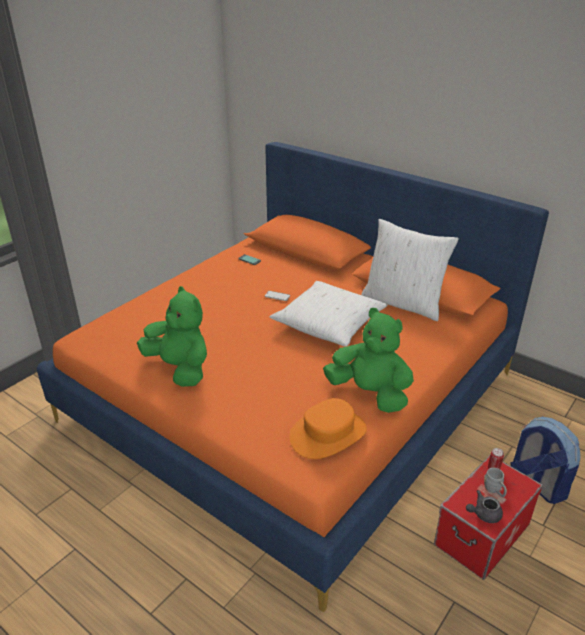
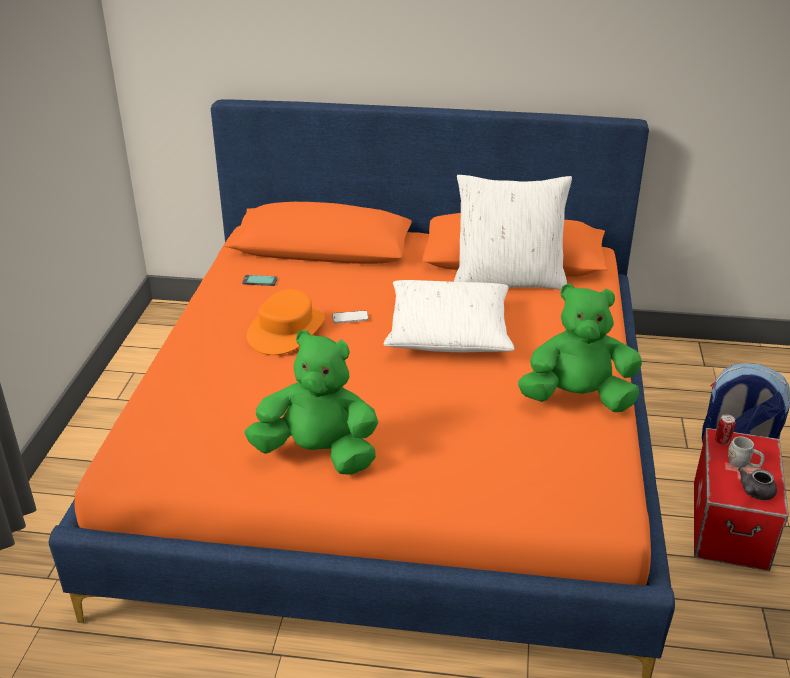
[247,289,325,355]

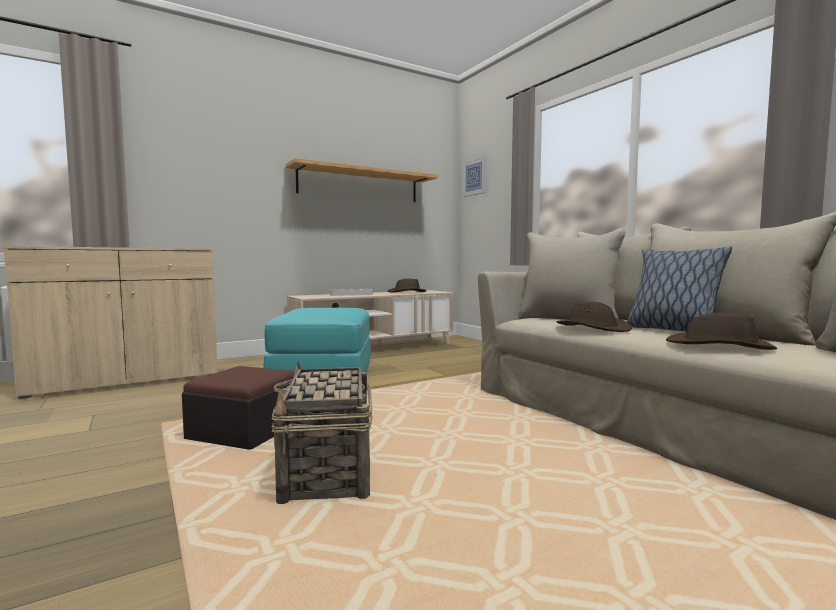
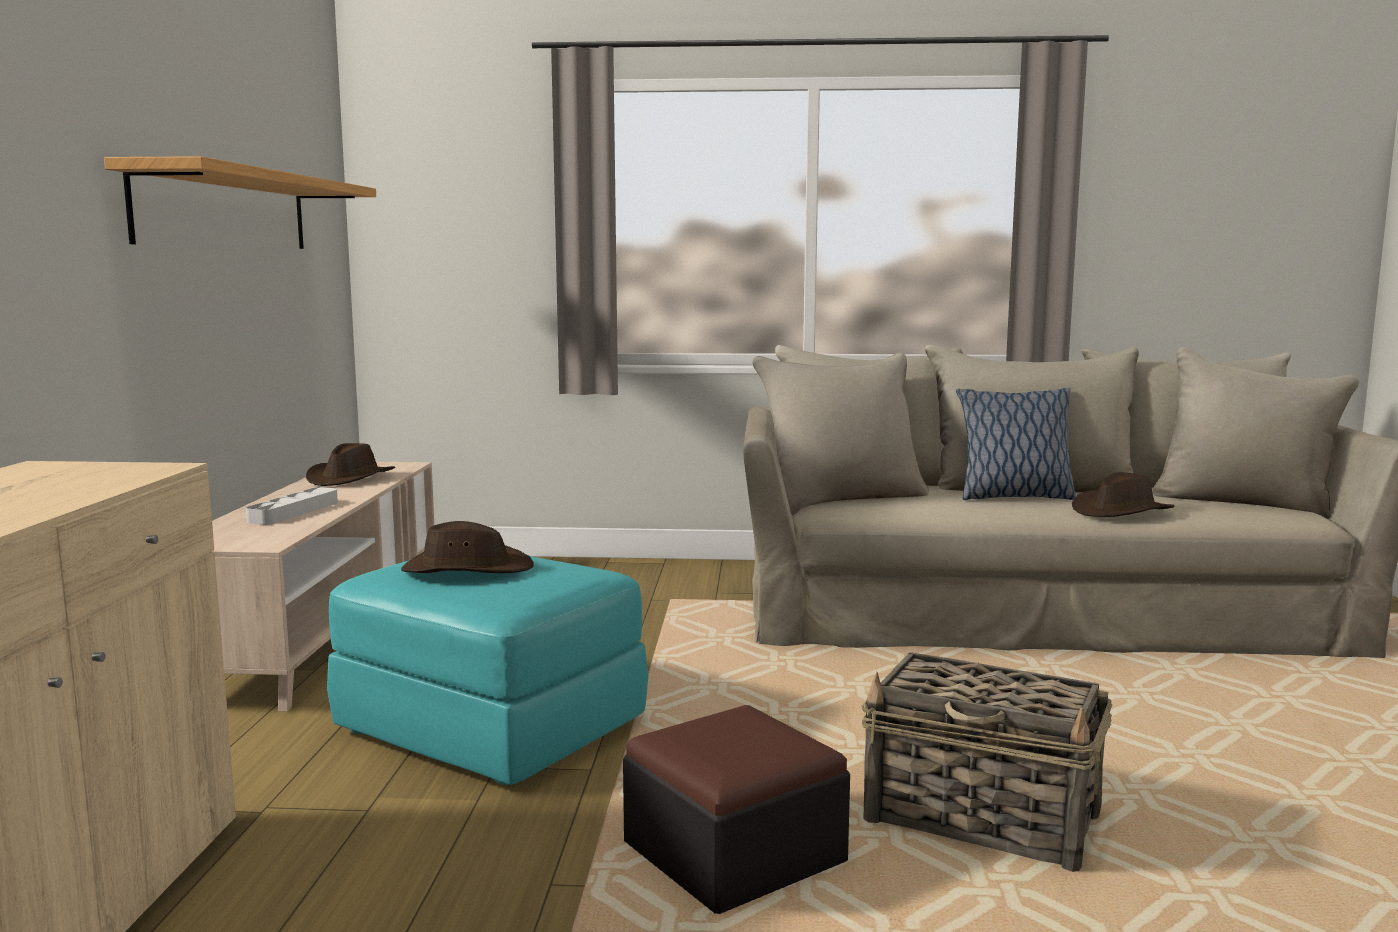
[462,156,486,197] (first image)
[401,521,534,573]

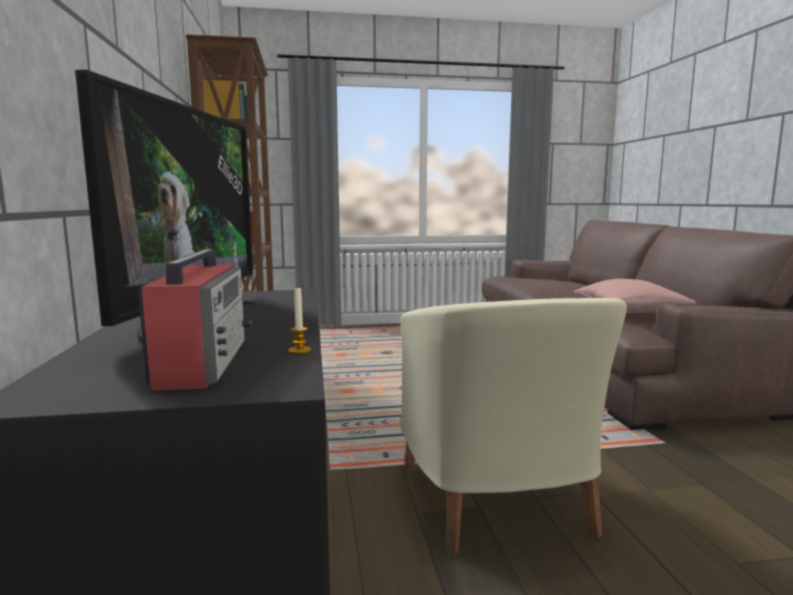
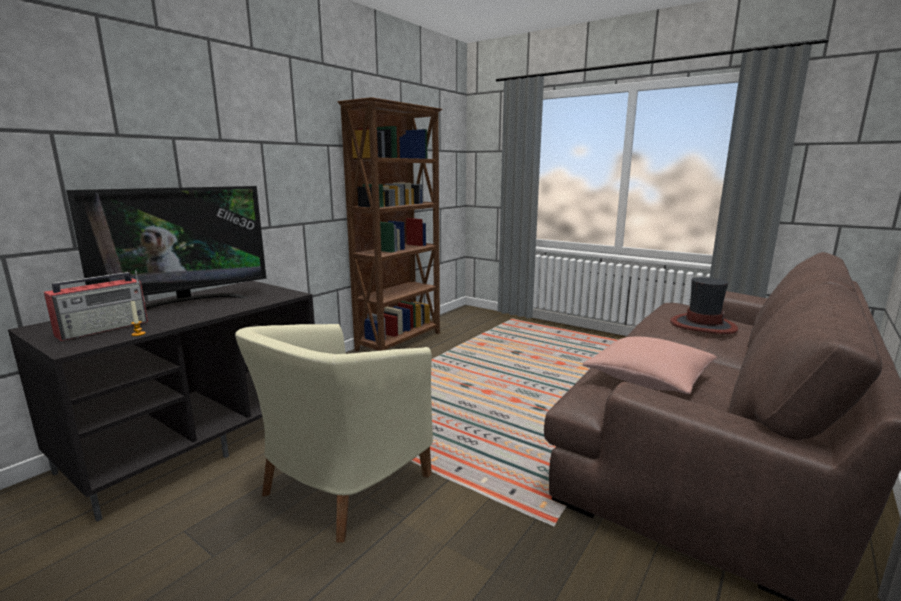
[670,277,738,334]

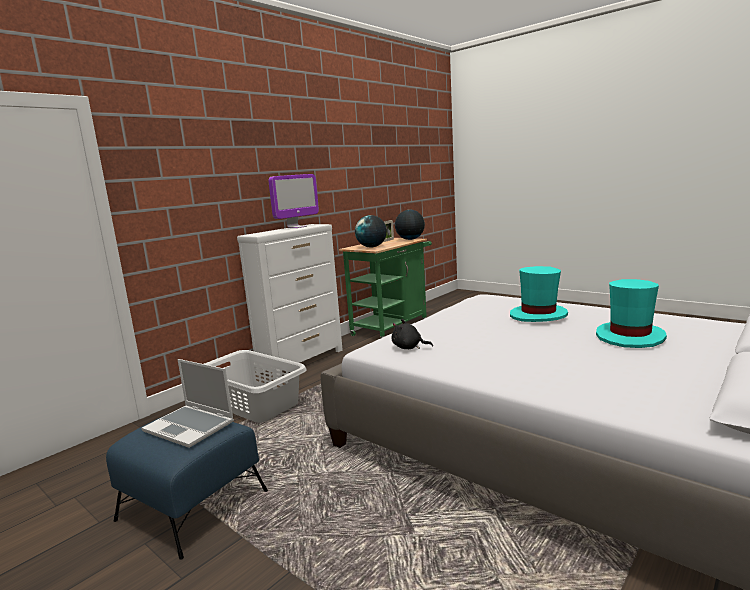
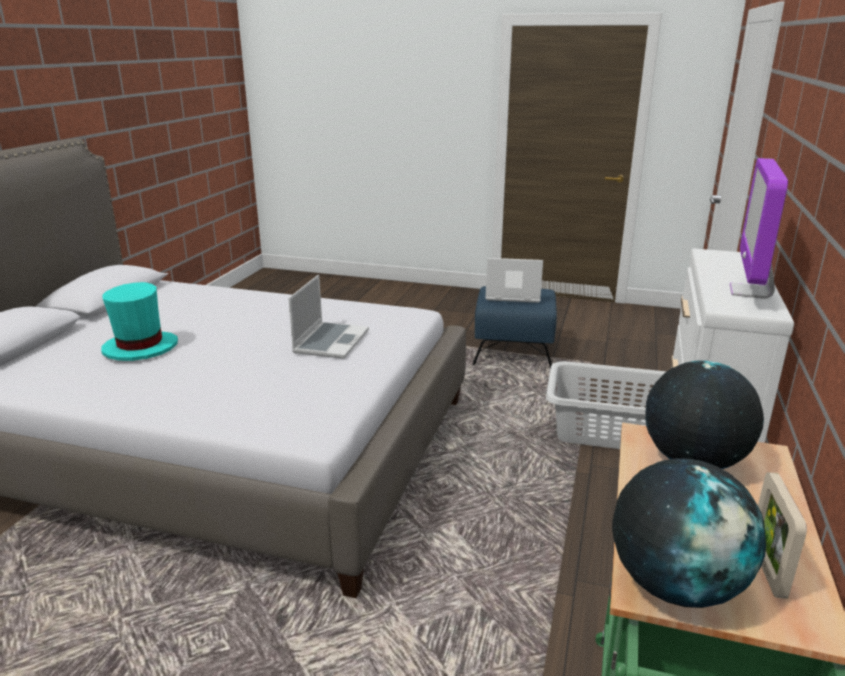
[510,266,568,322] (first image)
[392,319,433,349] (first image)
[288,274,369,359]

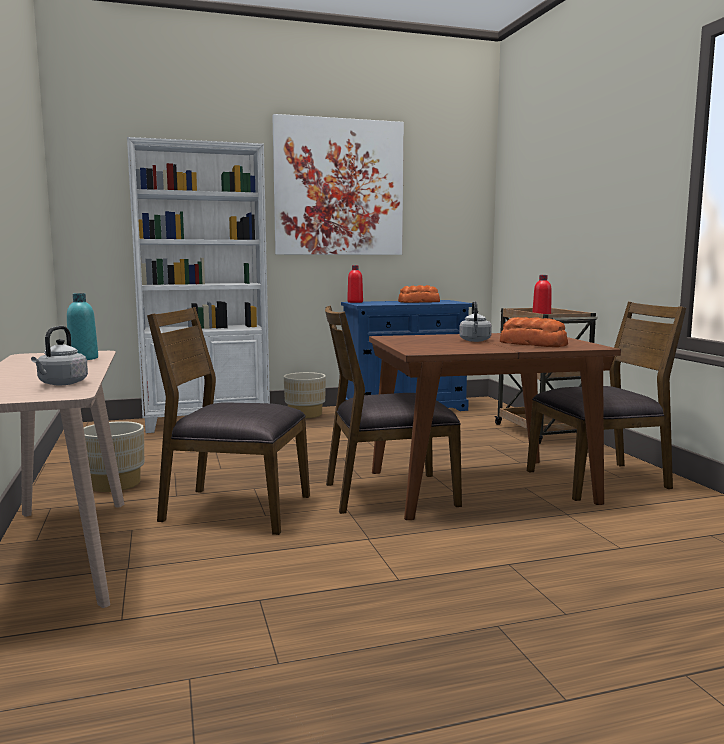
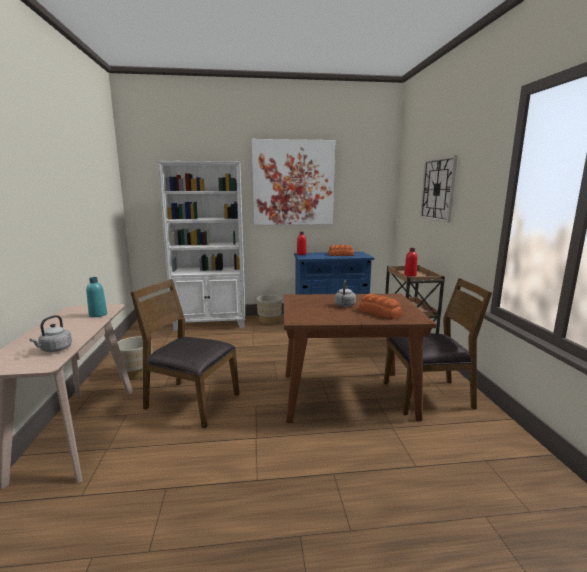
[325,306,462,514] (first image)
[420,155,457,223]

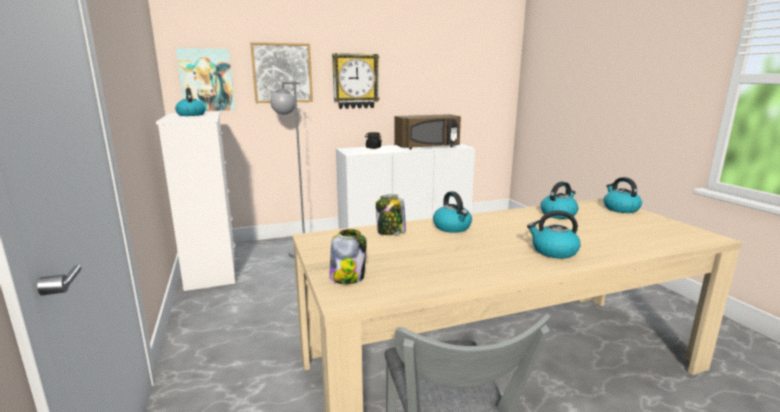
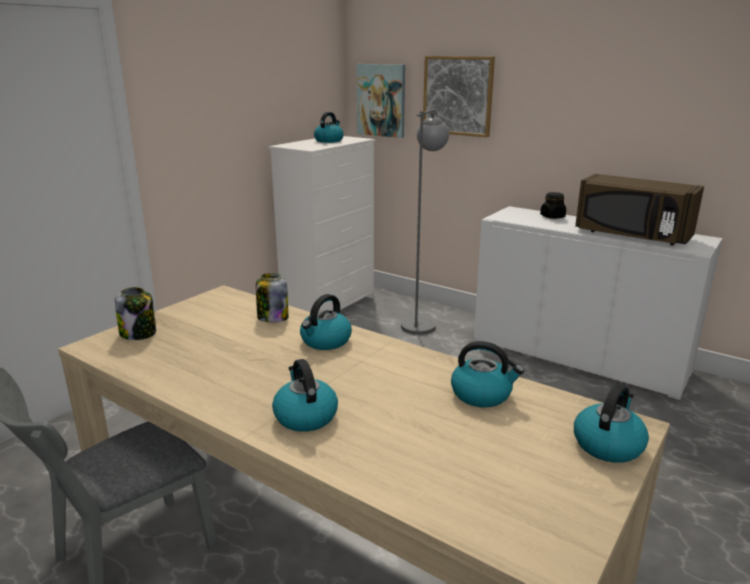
[332,53,379,109] (first image)

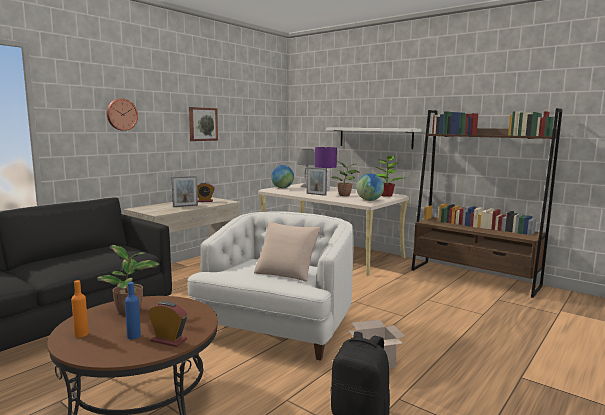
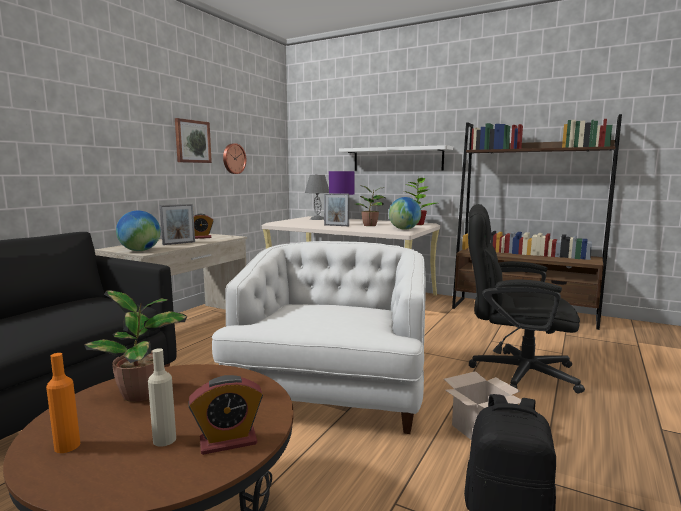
[223,143,246,174]
[116,210,161,251]
[254,222,320,282] (first image)
[148,348,176,447]
[188,375,263,455]
[468,204,585,394]

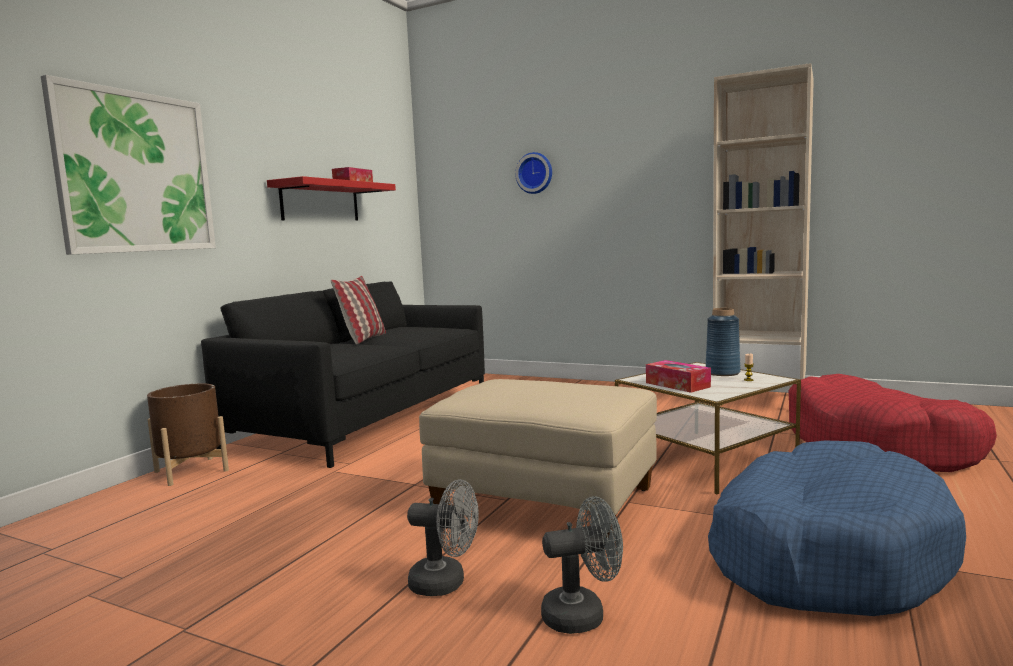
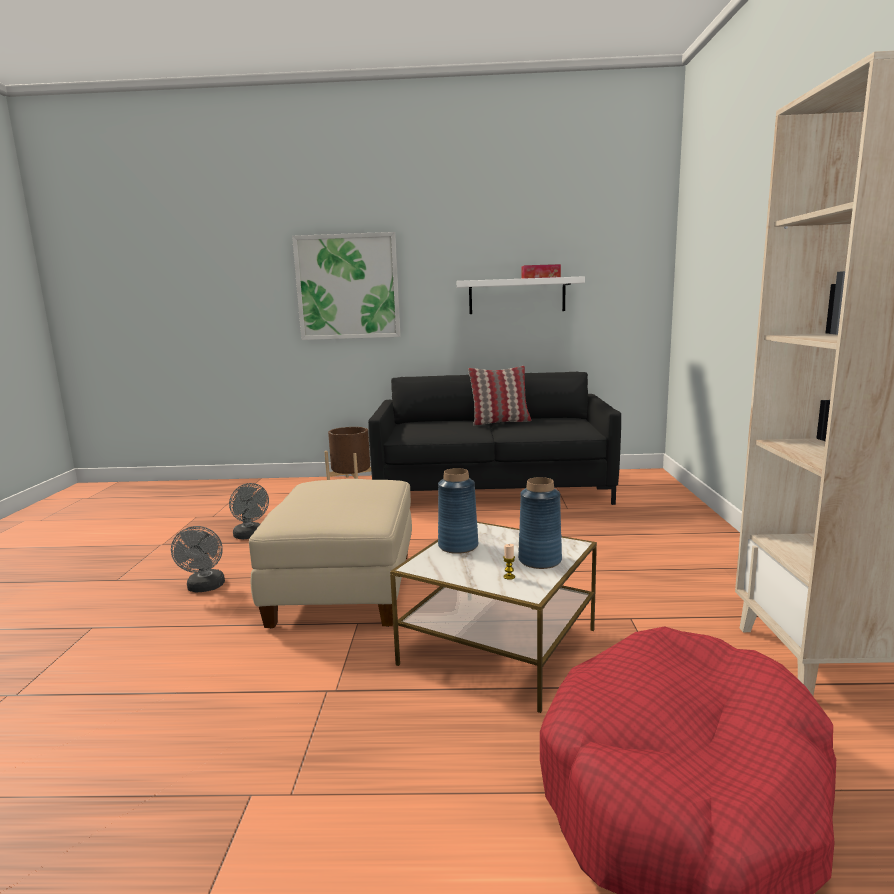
[515,152,552,194] (first image)
[457,276,585,314]
[438,468,478,554]
[708,441,966,616] (first image)
[229,483,269,539]

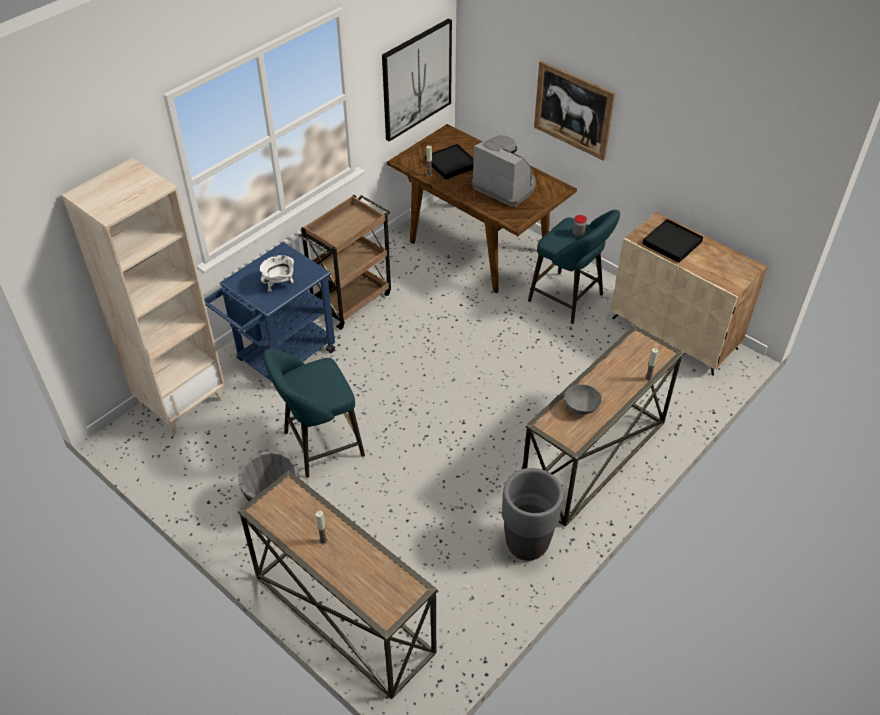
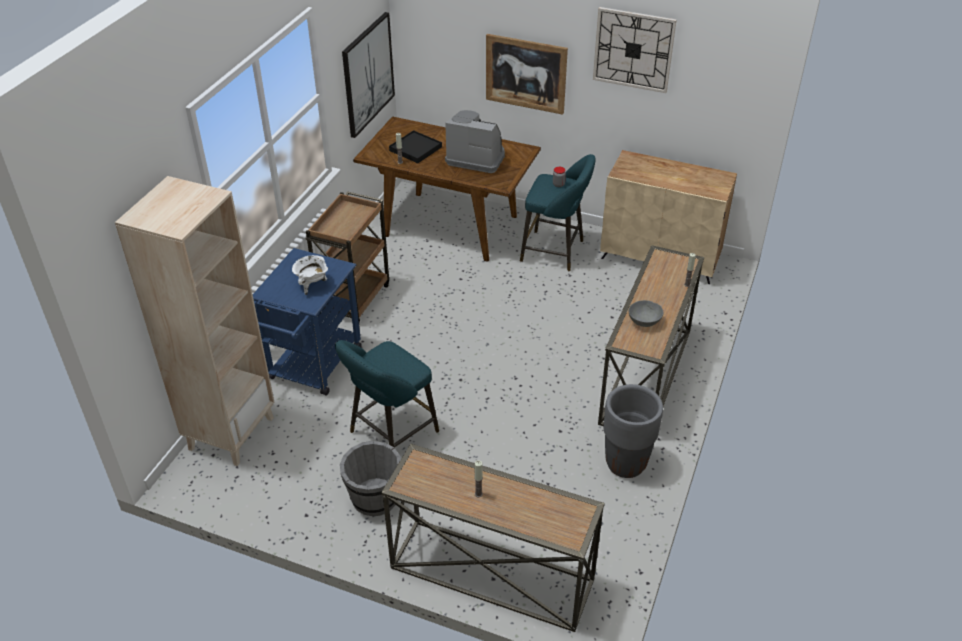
[642,219,703,263] (first image)
[593,7,677,93]

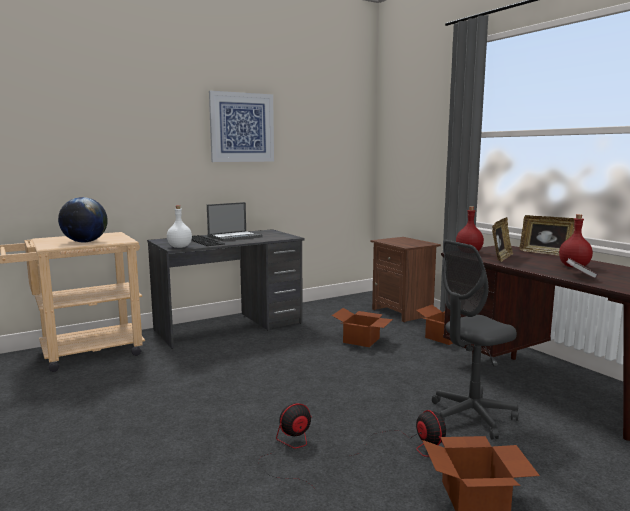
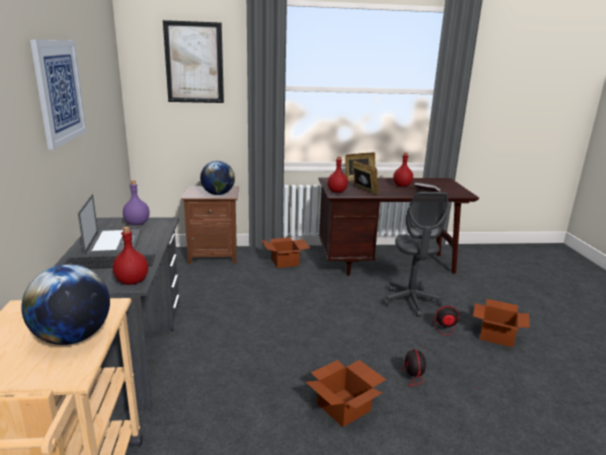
[113,227,148,285]
[306,360,386,427]
[163,20,224,103]
[200,161,235,195]
[123,180,150,225]

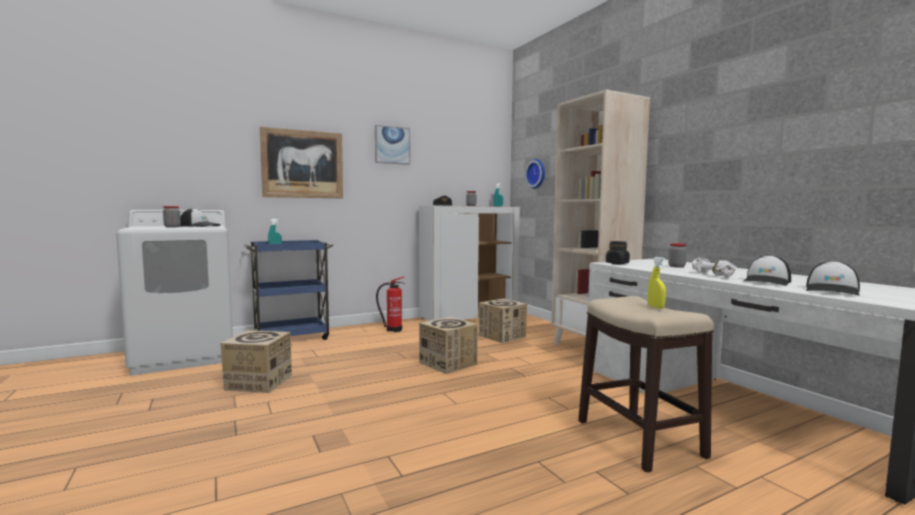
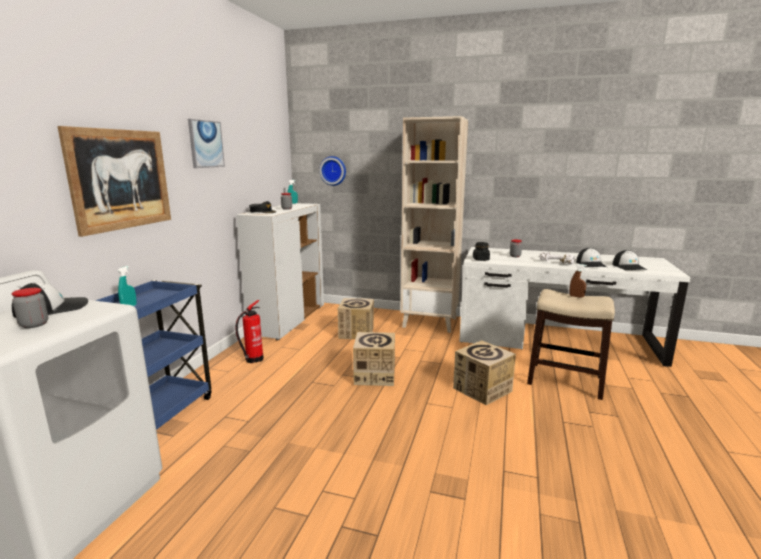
[569,264,587,298]
[453,340,516,405]

